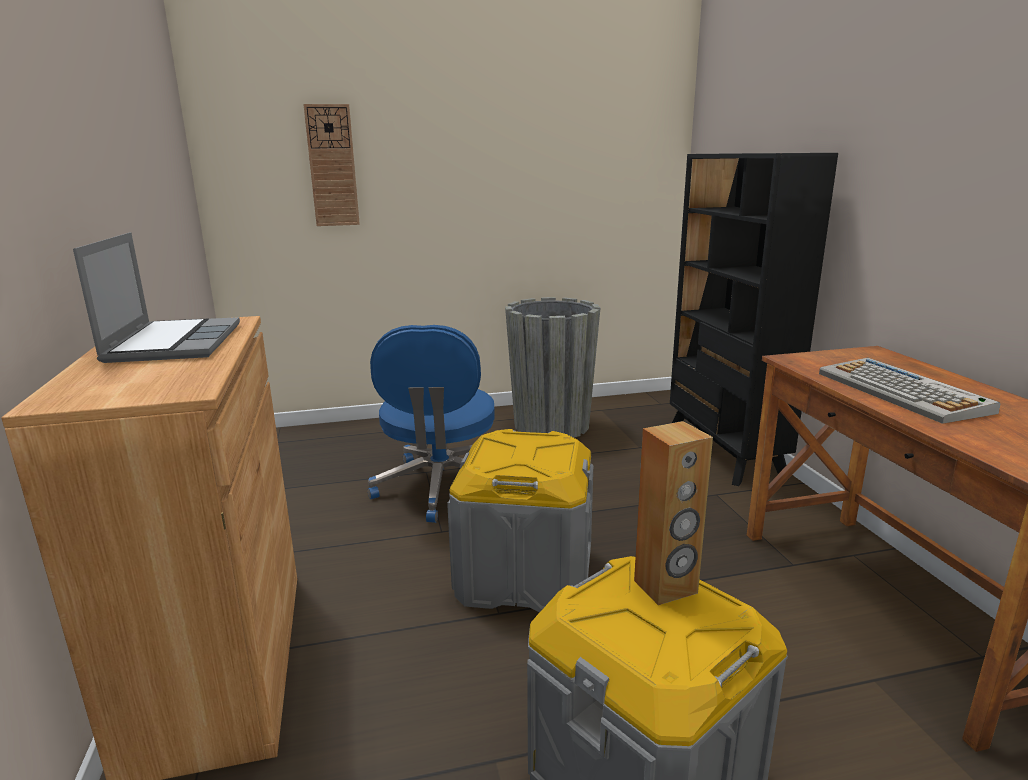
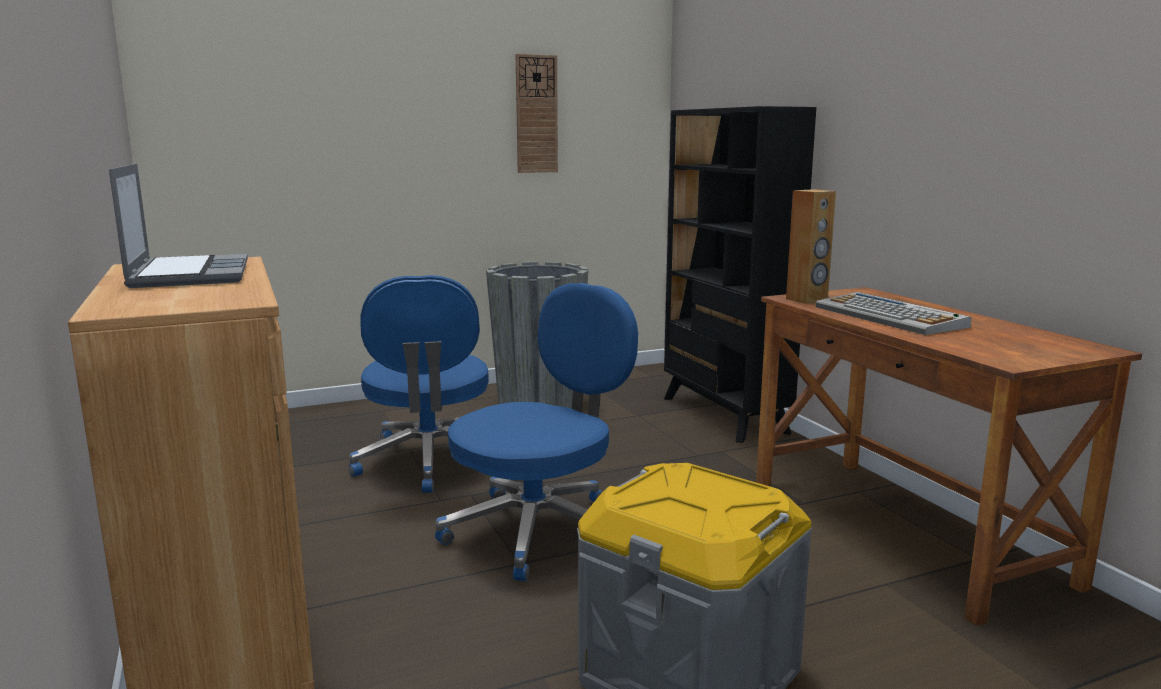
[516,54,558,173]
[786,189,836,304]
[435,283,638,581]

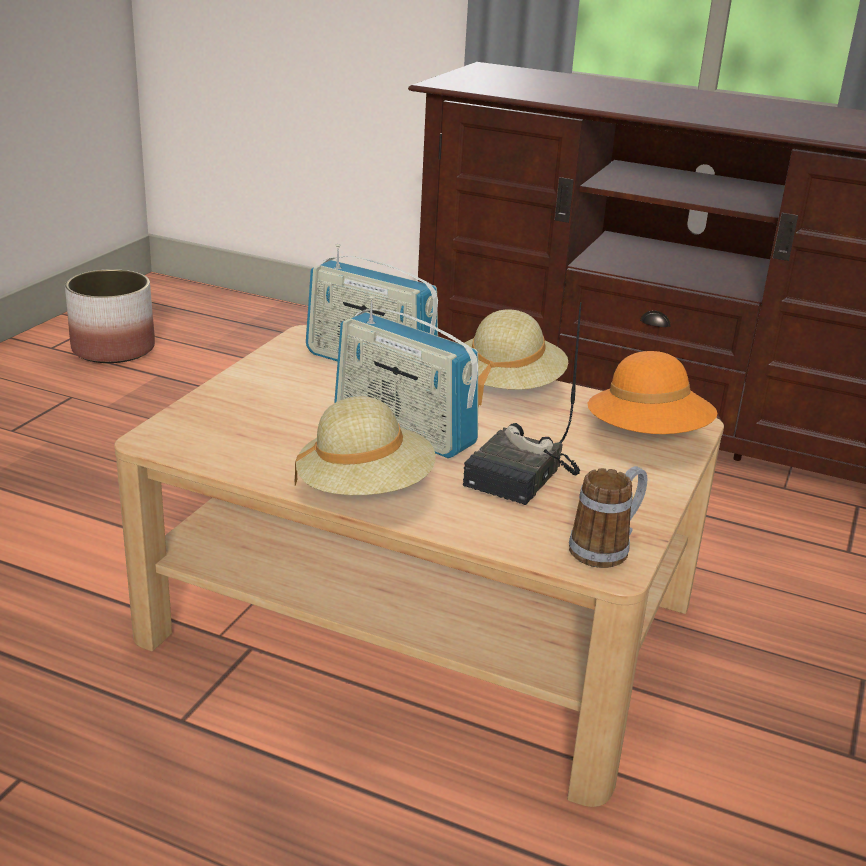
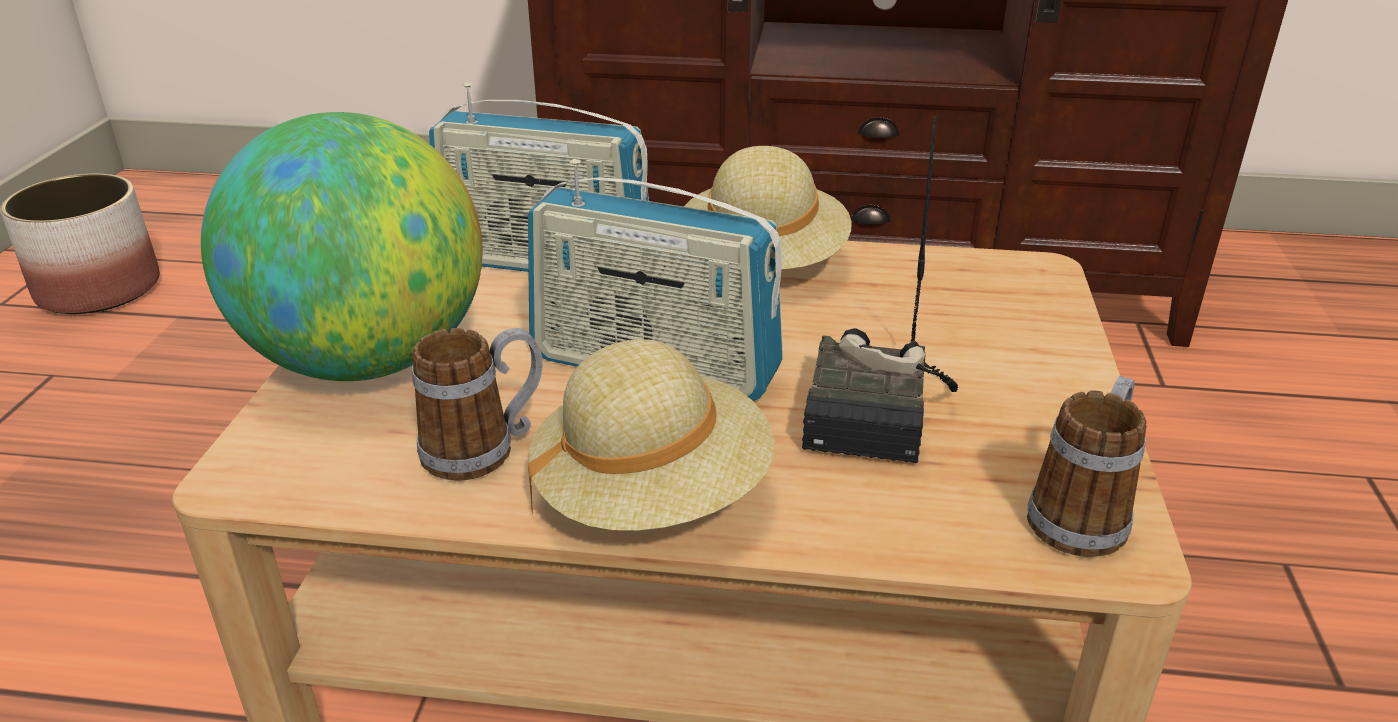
[587,351,717,434] (first image)
[201,112,483,381]
[412,328,542,481]

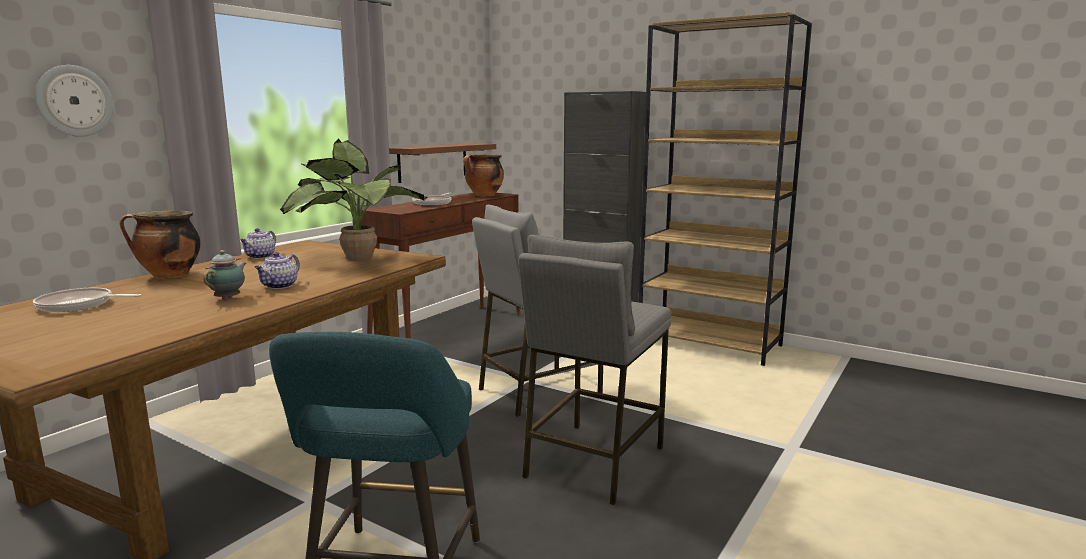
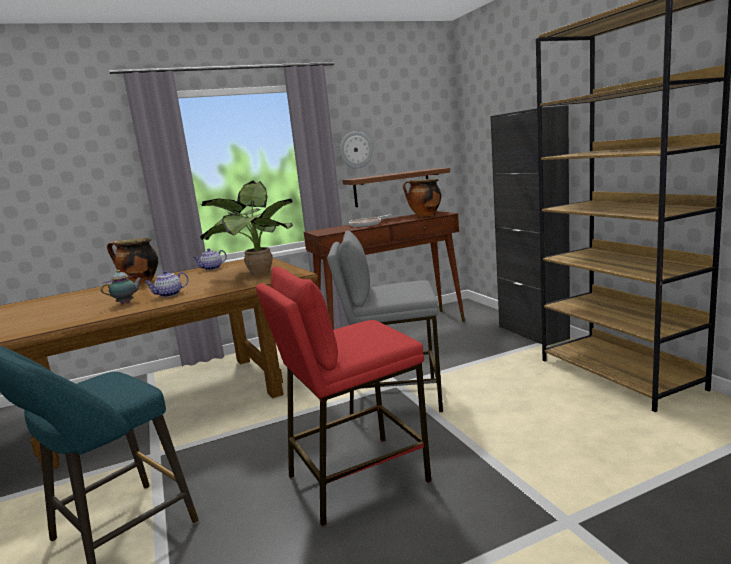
[340,131,373,169]
[256,267,431,526]
[33,288,142,312] (first image)

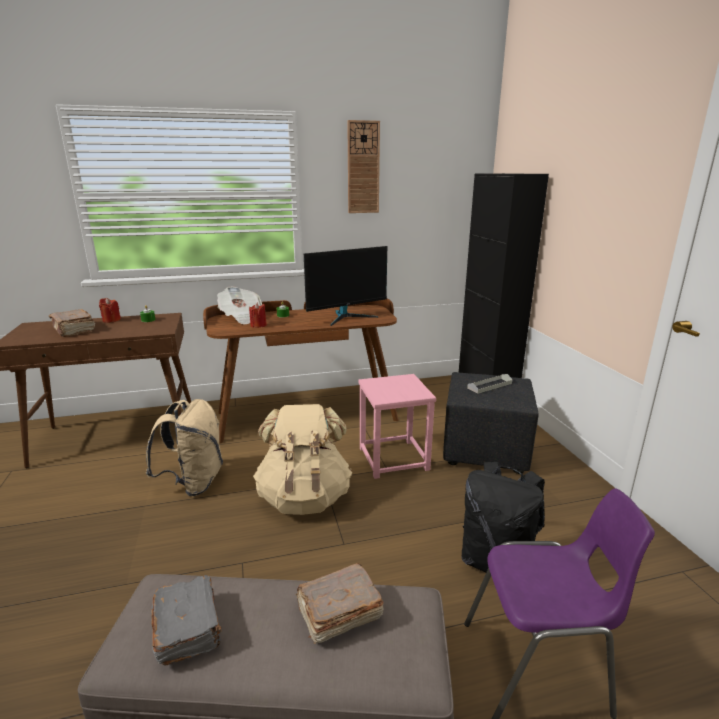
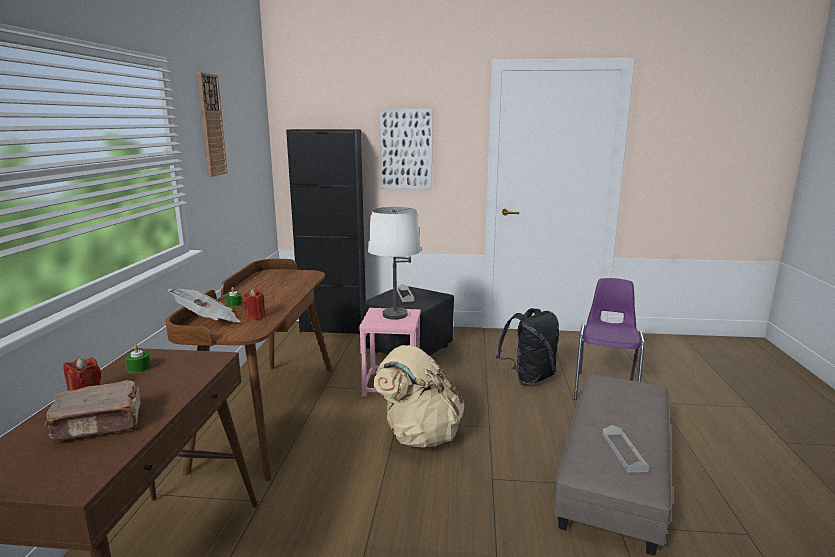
[304,246,387,326] (first image)
[146,399,223,496] (first image)
[296,563,384,644] (first image)
[602,425,649,472]
[380,109,433,189]
[368,207,421,320]

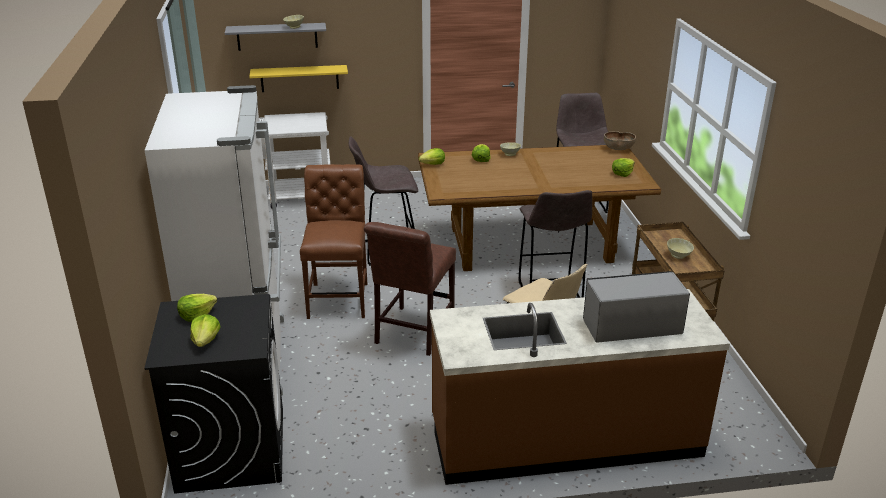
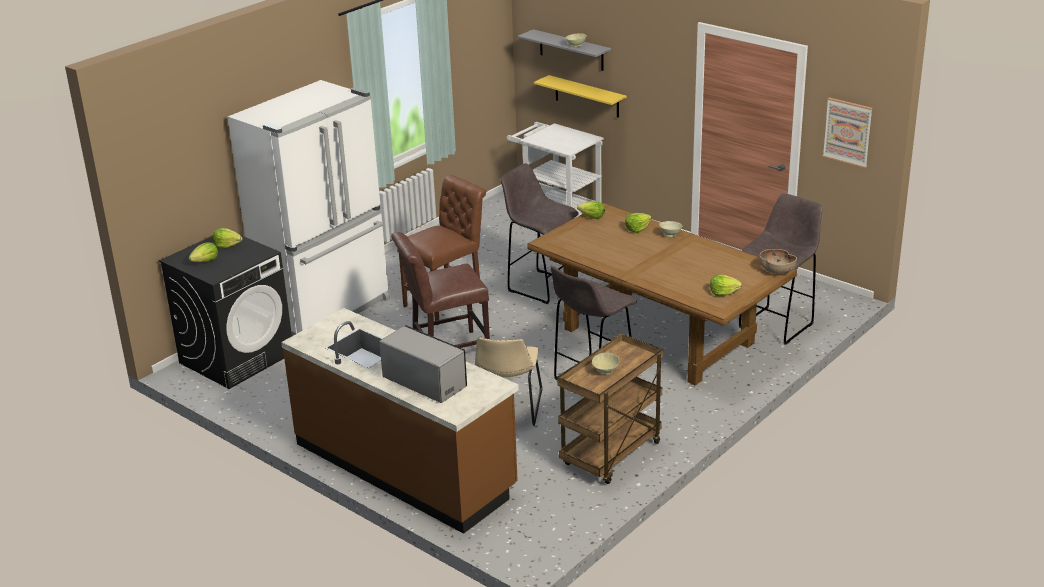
[823,97,873,168]

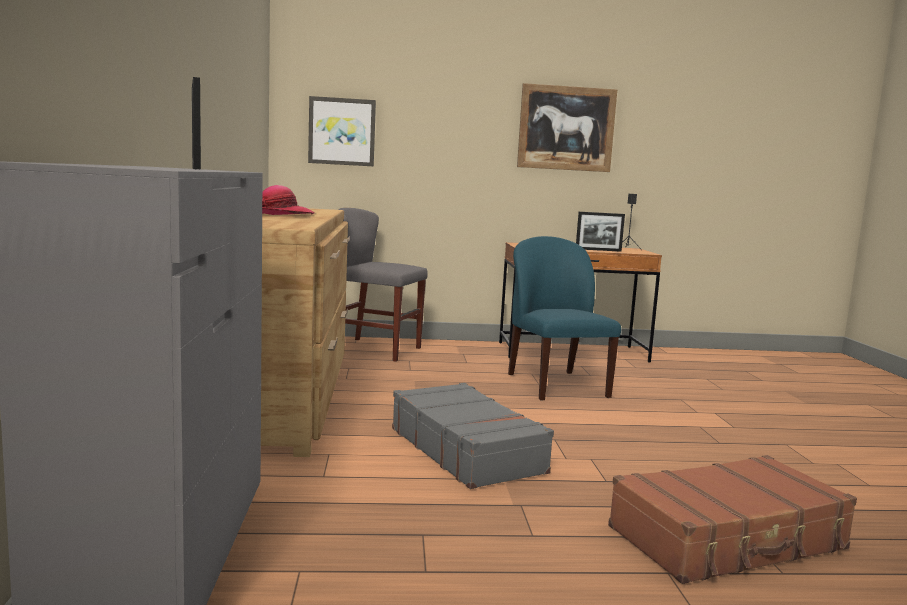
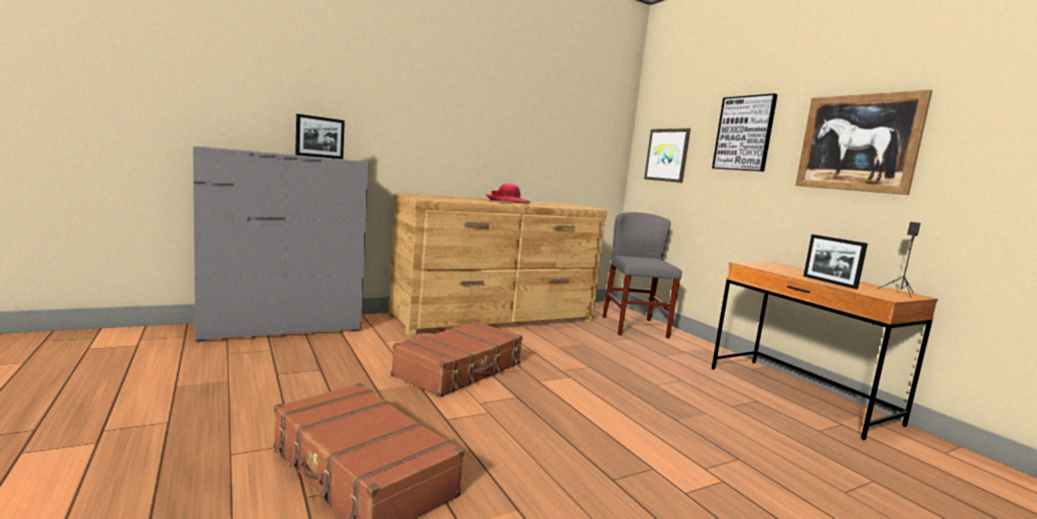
[508,236,621,401] (first image)
[391,321,523,397]
[712,93,778,172]

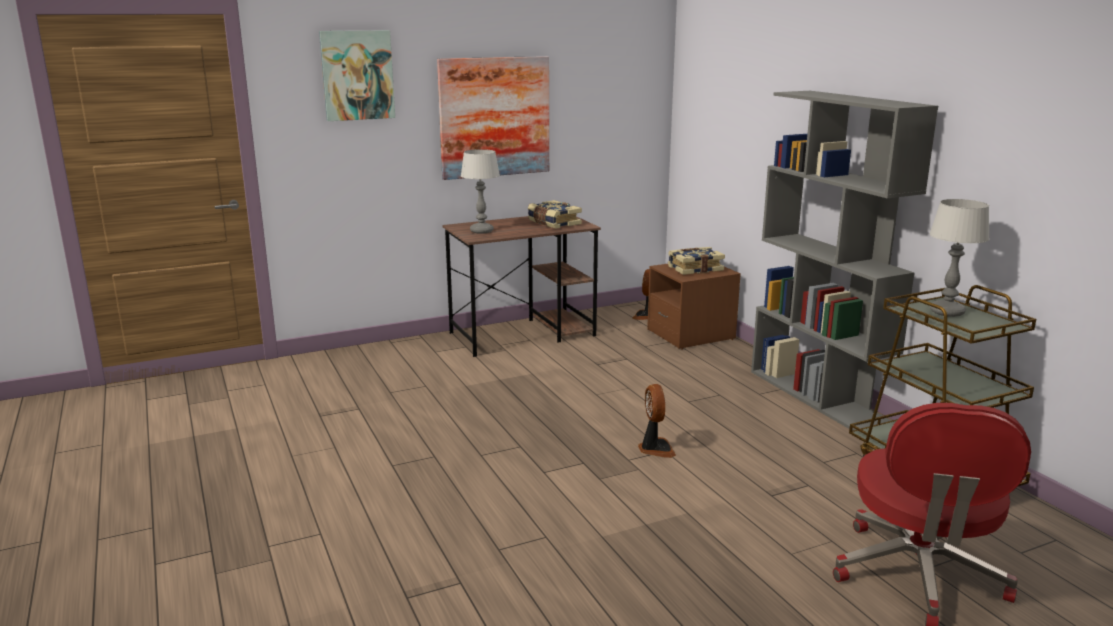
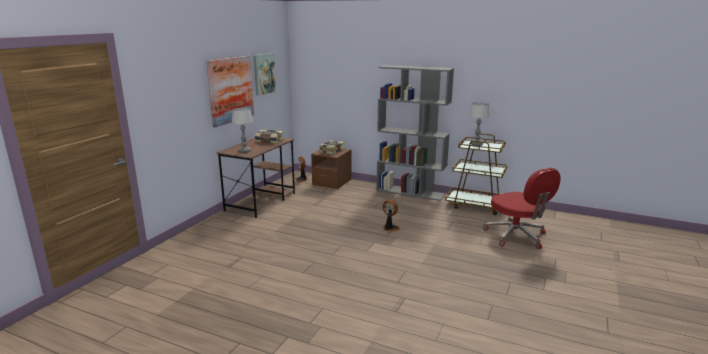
[253,53,276,96]

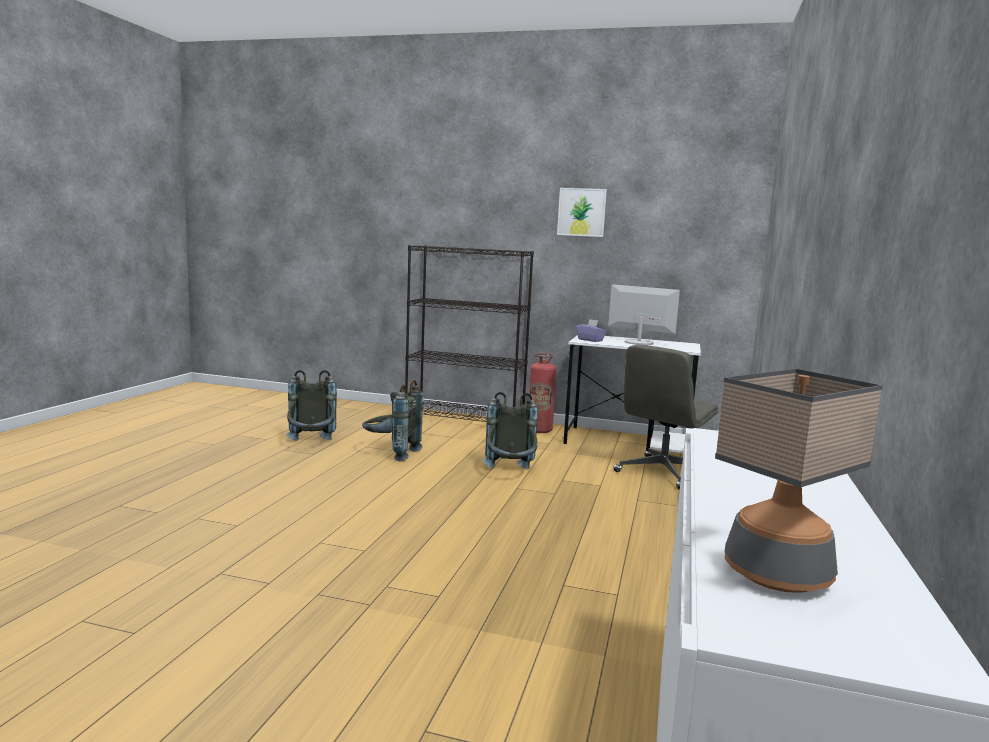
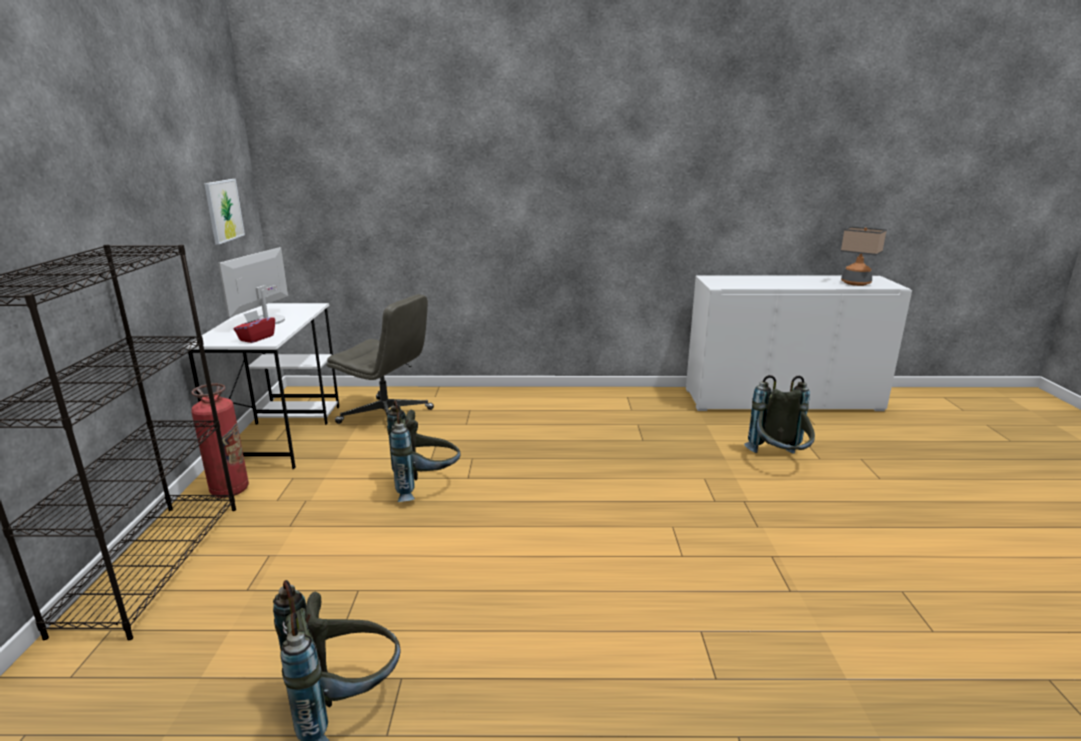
[204,179,245,244]
[234,310,275,343]
[744,375,815,454]

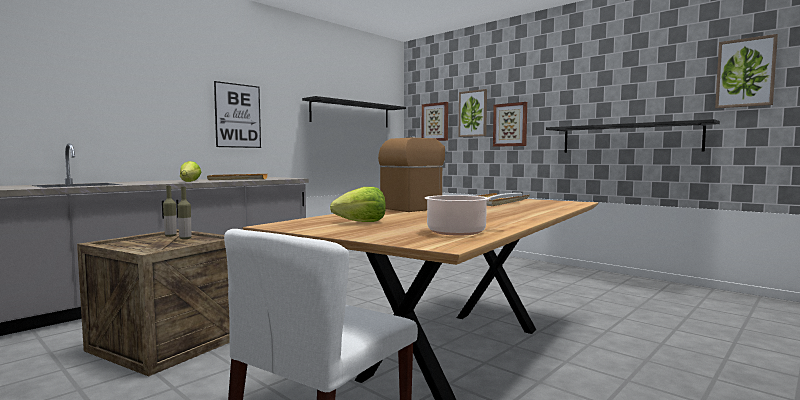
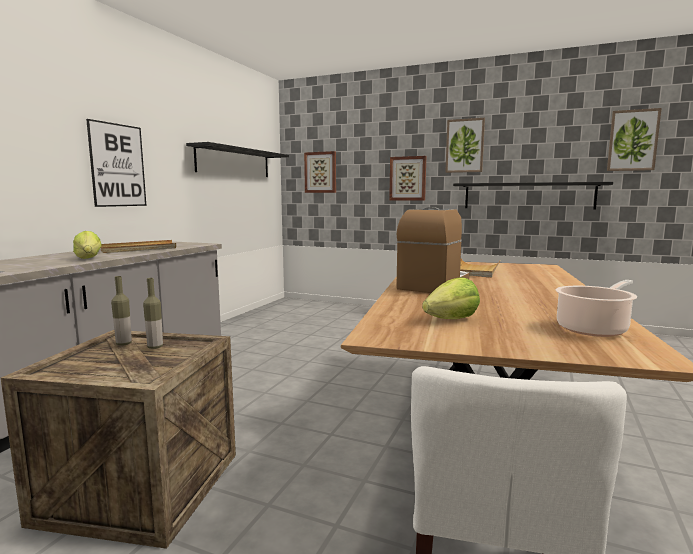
[445,118,485,173]

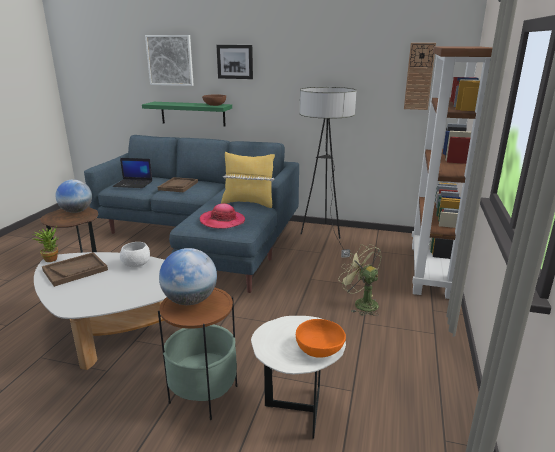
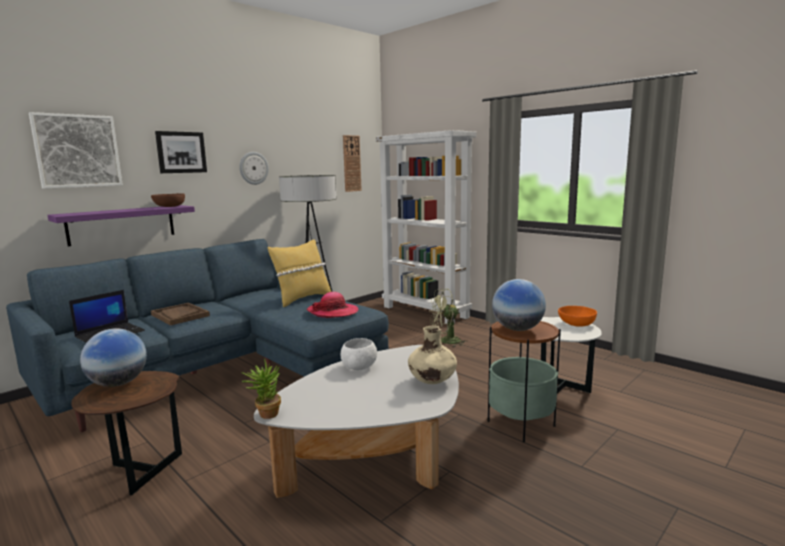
[376,130,477,324]
[47,205,195,246]
[42,252,108,287] (first image)
[239,152,269,185]
[408,326,457,384]

